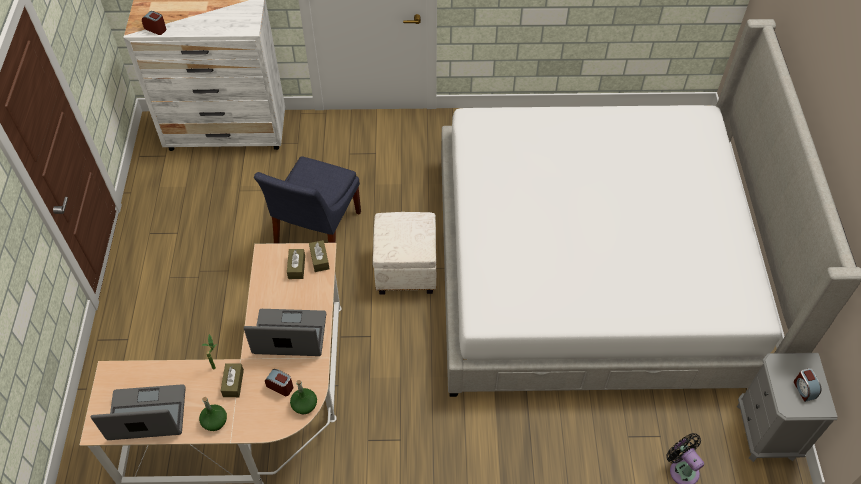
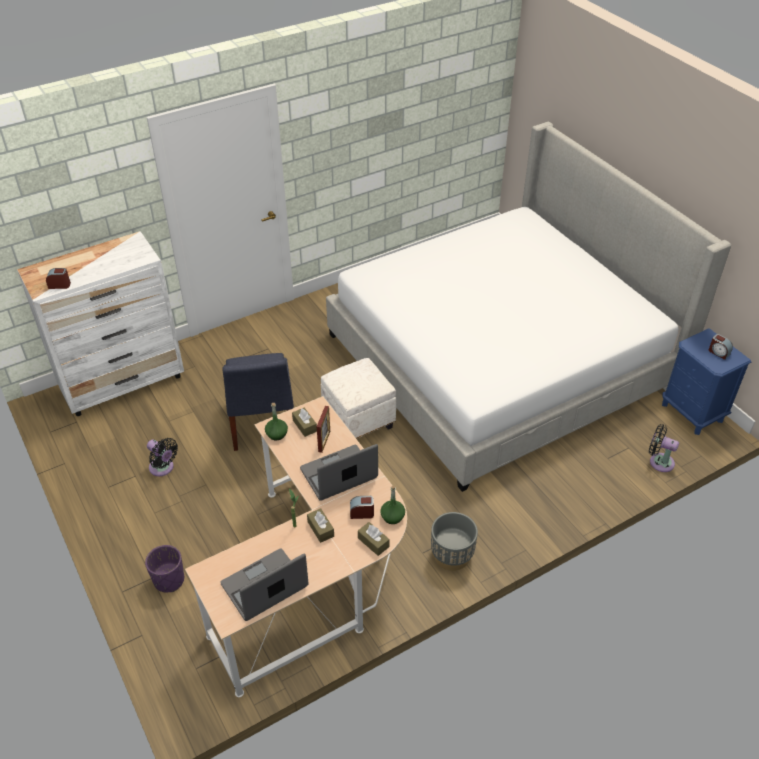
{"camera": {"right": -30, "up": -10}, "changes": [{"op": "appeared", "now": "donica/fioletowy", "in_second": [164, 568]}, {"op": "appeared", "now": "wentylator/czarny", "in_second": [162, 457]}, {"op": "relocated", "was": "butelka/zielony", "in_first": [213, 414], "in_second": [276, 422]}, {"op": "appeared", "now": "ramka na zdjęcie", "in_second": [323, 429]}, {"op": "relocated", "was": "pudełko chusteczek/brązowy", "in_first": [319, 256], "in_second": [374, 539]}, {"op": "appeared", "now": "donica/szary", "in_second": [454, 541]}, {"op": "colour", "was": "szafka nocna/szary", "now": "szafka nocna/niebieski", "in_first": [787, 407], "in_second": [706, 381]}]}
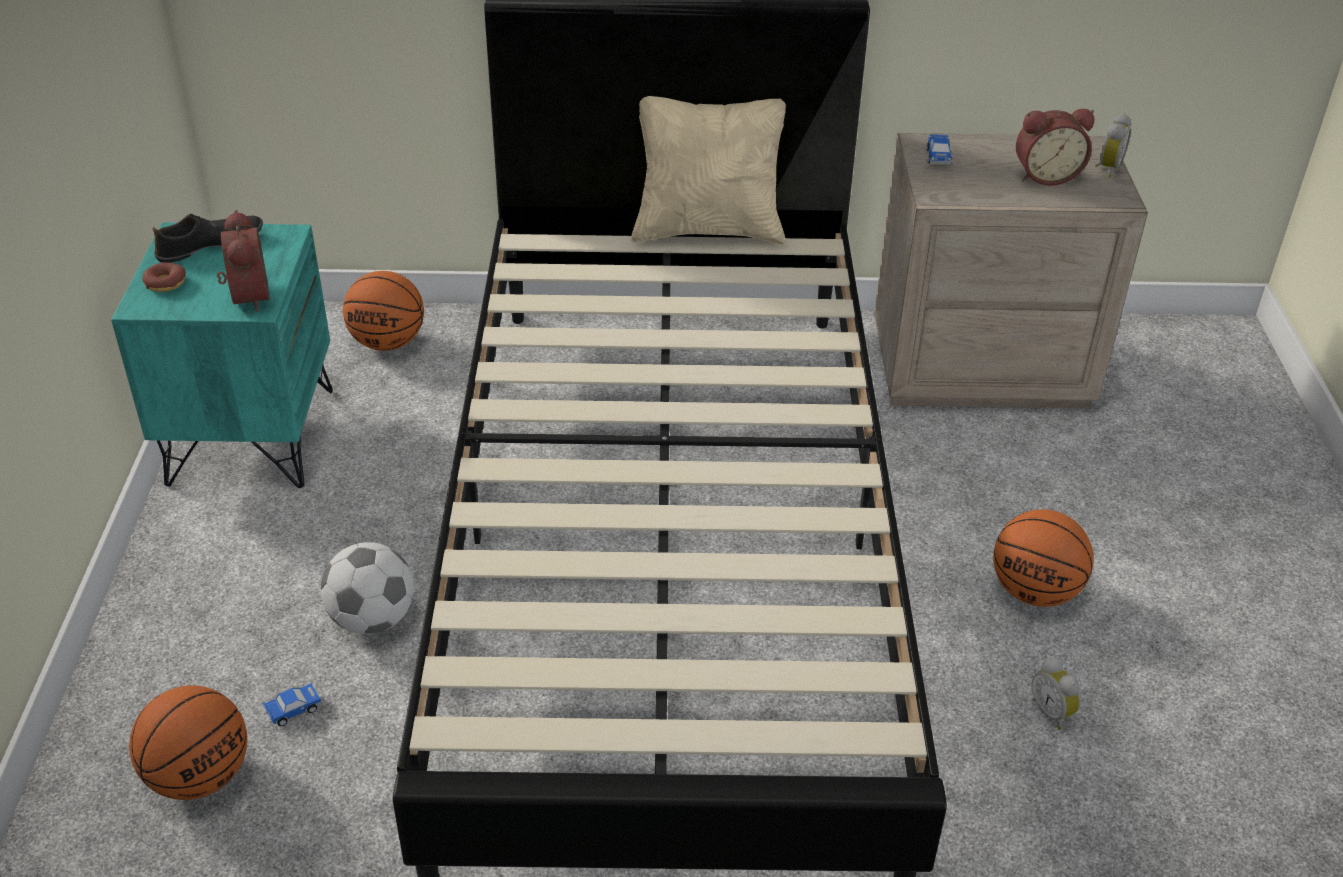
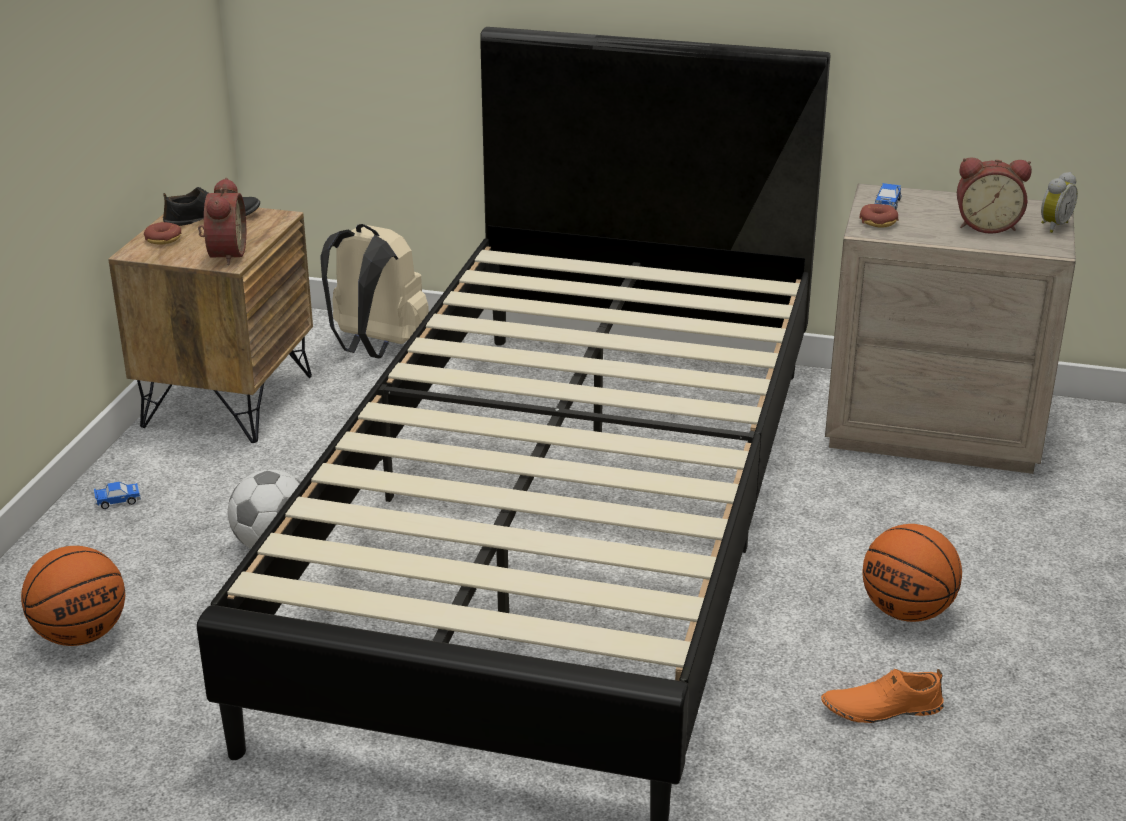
{"camera": {"right": 15, "up": -10}, "changes": [{"op": "relocated", "was": "samochodzik", "in_first": [292, 705], "in_second": [117, 495]}, {"op": "colour", "was": "szafka nocna/turkusowy", "now": "szafka nocna/brązowy", "in_first": [222, 355], "in_second": [210, 325]}, {"op": "exchanged", "was": "piłka do koszykówki", "now": "plecak/beżowy", "in_first": [383, 311], "in_second": [374, 291]}, {"op": "exchanged", "was": "budzik", "now": "but/pomarańczowy", "in_first": [1056, 694], "in_second": [882, 696]}, {"op": "appeared", "now": "donut", "in_second": [879, 216]}, {"op": "missing", "was": "poduszka/beżowy", "in_first": [708, 170]}]}
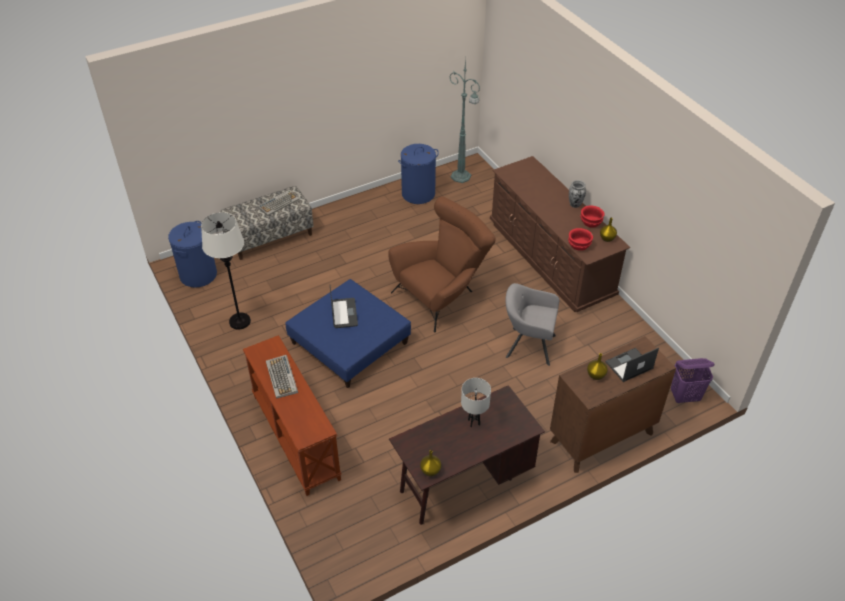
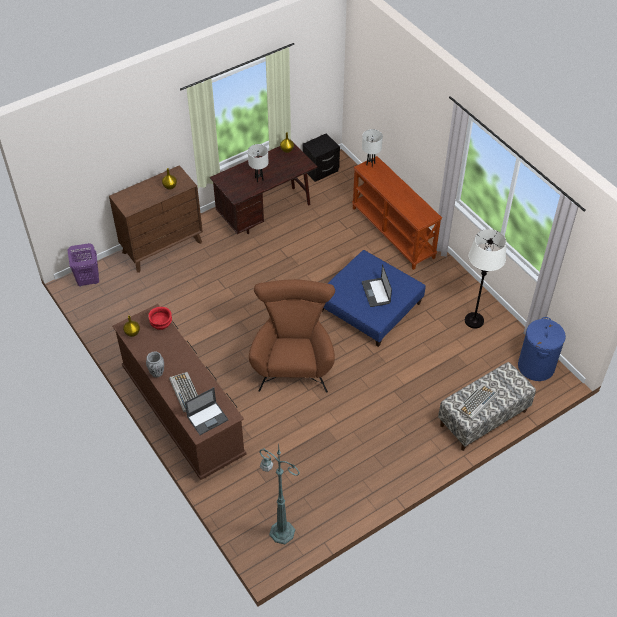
{"camera": {"right": 175, "up": 5}, "changes": [{"op": "relocated", "was": "klawiatura", "in_first": [282, 377], "in_second": [183, 392]}, {"op": "relocated", "was": "laptop", "in_first": [632, 365], "in_second": [207, 411]}, {"op": "spun", "was": "fotel/brązowy", "in_first": [441, 265], "in_second": [292, 336], "clockwise": 135}, {"op": "appeared", "now": "szafka nocna/czarny", "in_second": [321, 157]}, {"op": "appeared", "now": "lampa stołowa/biały", "in_second": [372, 148]}, {"op": "missing", "was": "kosz na pranie/niebieski", "in_first": [418, 174]}, {"op": "missing", "was": "fotel/szary", "in_first": [533, 324]}, {"op": "missing", "was": "miska/czerwony", "in_first": [592, 216]}]}
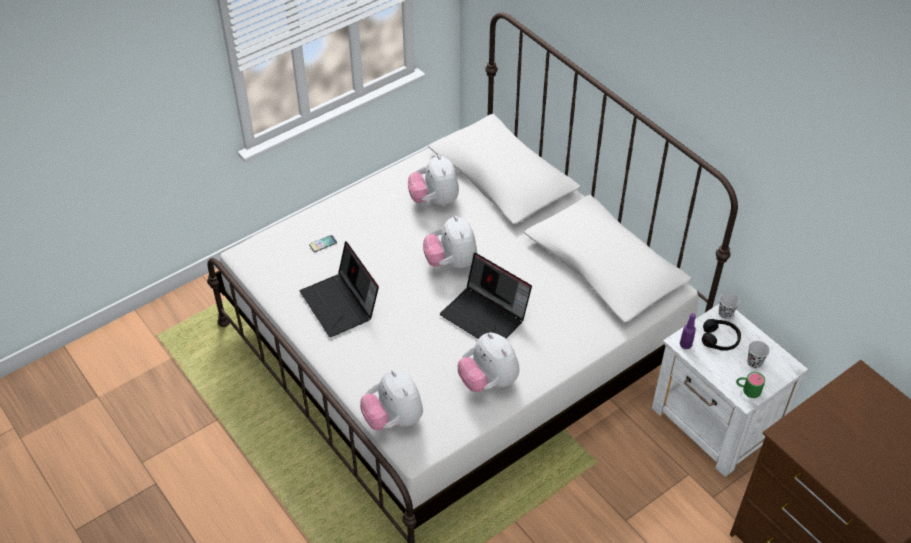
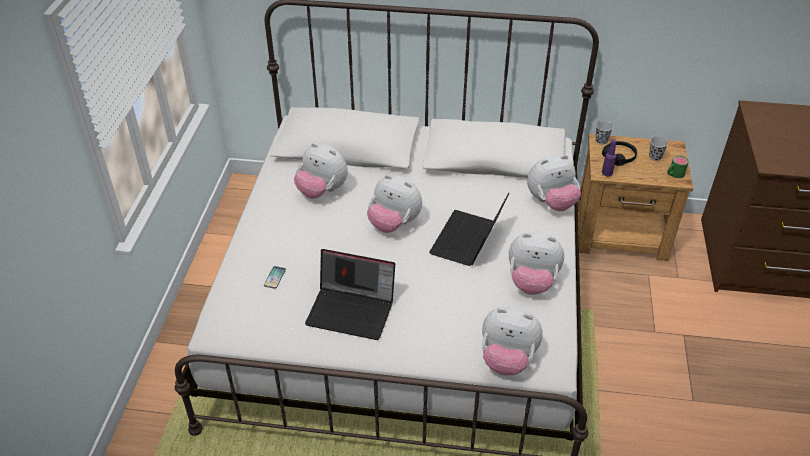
{"camera": {"right": -45, "up": -5}, "changes": [{"op": "spun", "was": "laptop", "in_first": [486, 296], "in_second": [469, 229], "clockwise": 120}, {"op": "appeared", "now": "pluszak", "in_second": [554, 183]}, {"op": "colour", "was": "szafka nocna/biały", "now": "szafka nocna/brązowy", "in_first": [730, 390], "in_second": [635, 197]}]}
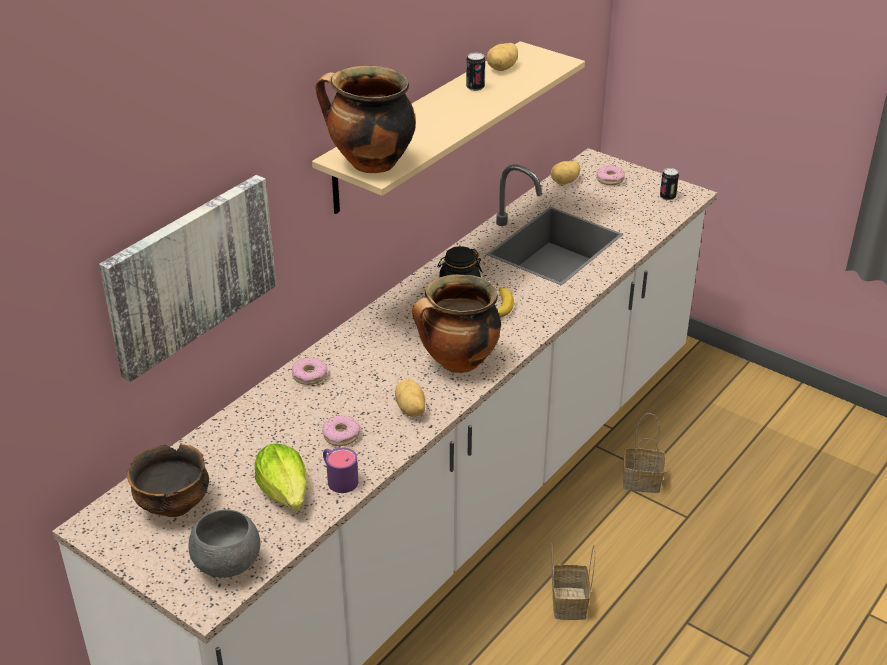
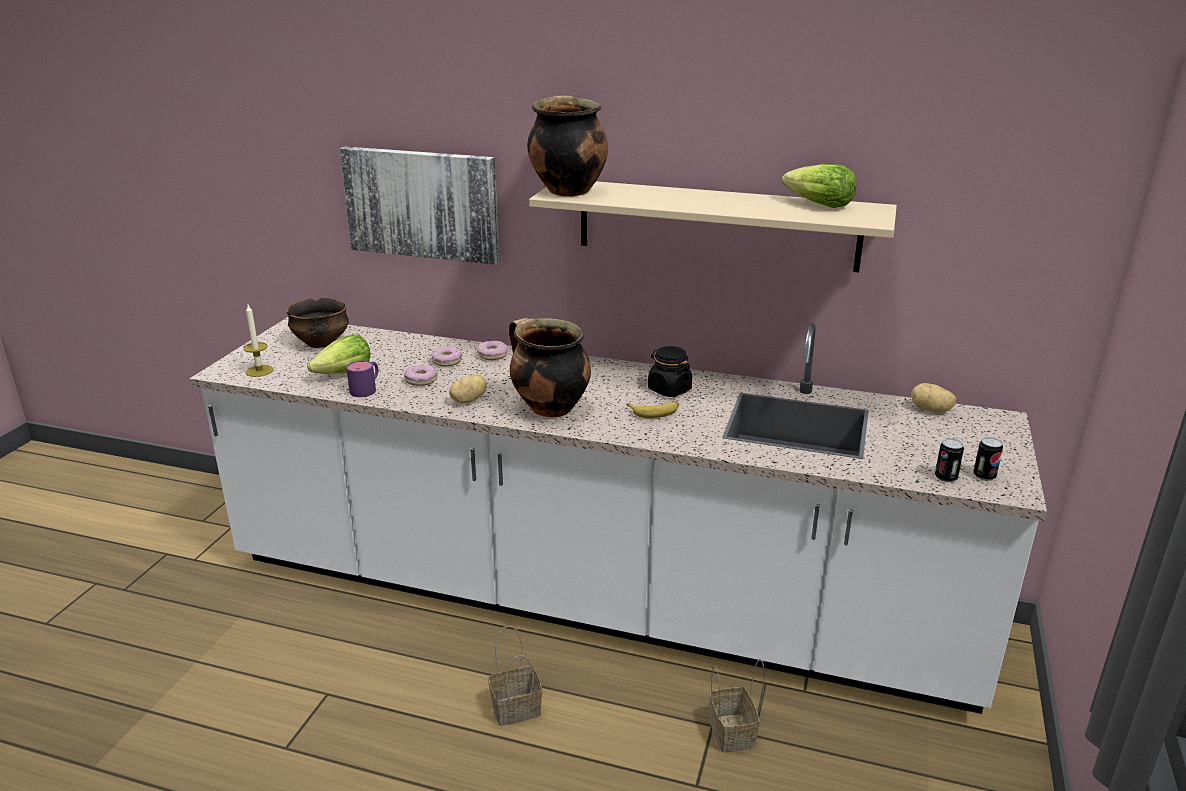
{"camera": {"right": 70, "up": -10}, "changes": [{"op": "exchanged", "was": "miska/szary", "now": "świeca", "in_first": [224, 543], "in_second": [258, 341]}, {"op": "relocated", "was": "donut", "in_first": [610, 175], "in_second": [447, 356]}, {"op": "exchanged", "was": "ziemniak", "now": "sałata", "in_first": [502, 57], "in_second": [819, 186]}, {"op": "relocated", "was": "puszka", "in_first": [475, 72], "in_second": [949, 460]}]}
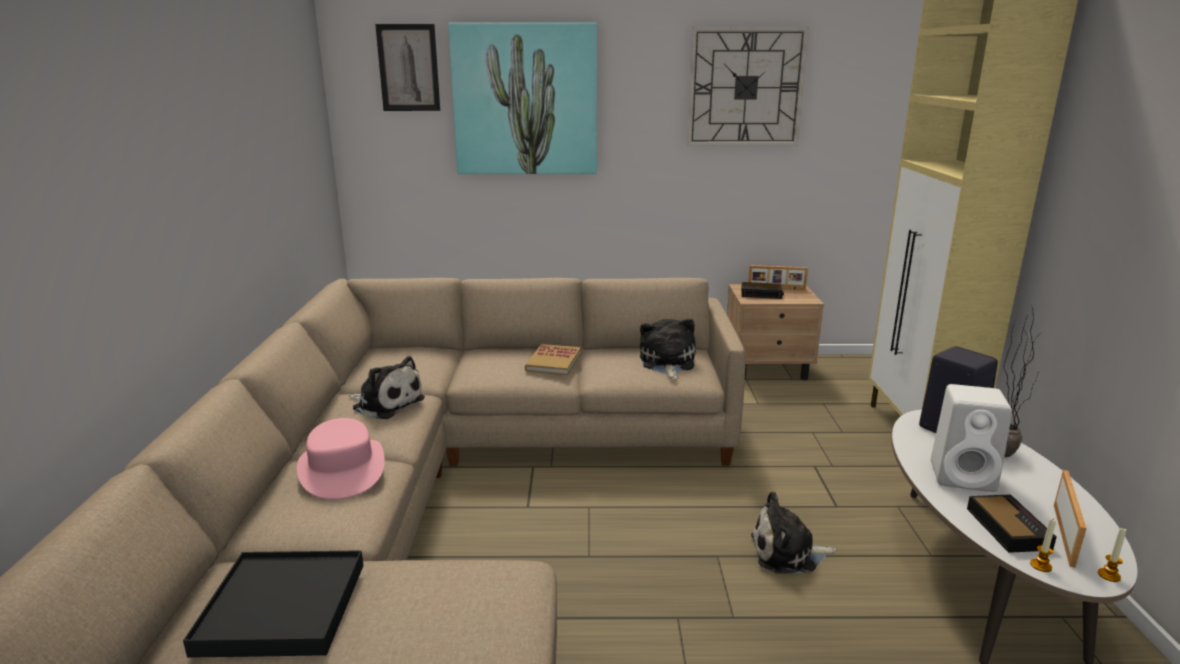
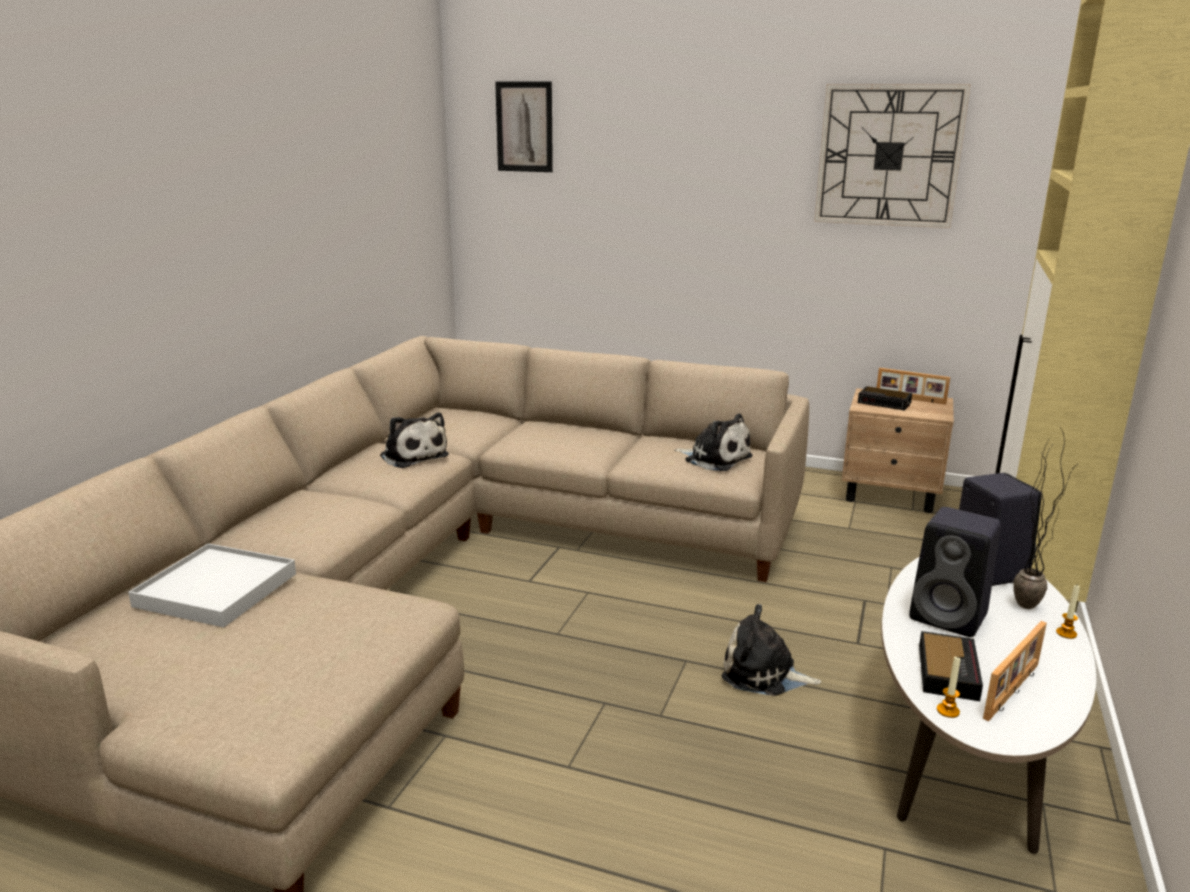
{"camera": {"right": 20, "up": 0}, "changes": [{"op": "colour", "was": "taca/czarny", "now": "taca/biały", "in_first": [273, 604], "in_second": [212, 585]}, {"op": "spun", "was": "pluszak", "in_first": [668, 348], "in_second": [713, 442], "clockwise": 105}, {"op": "colour", "was": "głośnik/biały", "now": "głośnik/czarny", "in_first": [971, 438], "in_second": [955, 572]}, {"op": "relocated", "was": "świeca", "in_first": [1112, 554], "in_second": [1068, 612]}, {"op": "missing", "was": "kapelusz/różowy", "in_first": [341, 459]}, {"op": "missing", "was": "obraz", "in_first": [522, 98]}, {"op": "missing", "was": "książka", "in_first": [553, 359]}]}
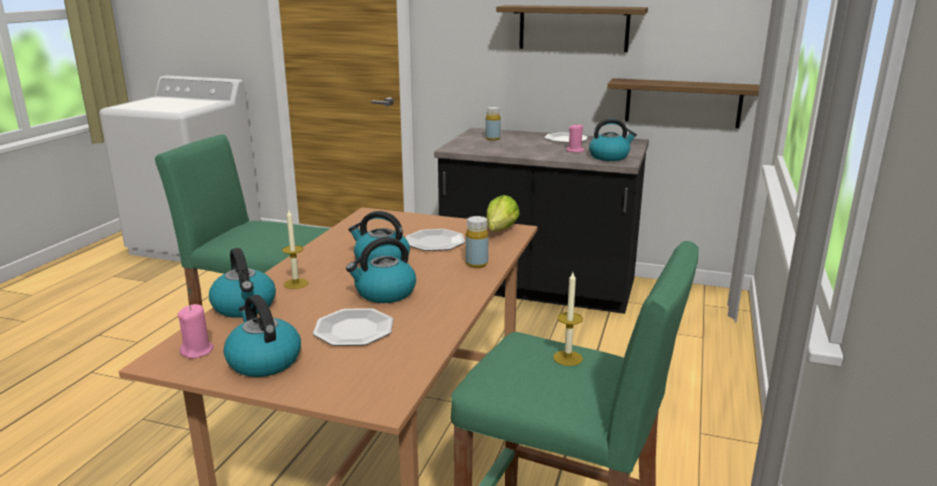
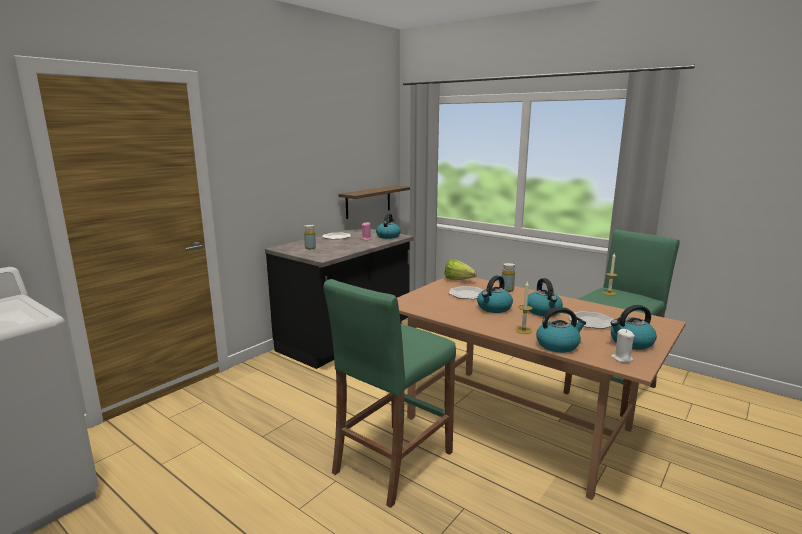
{"camera": {"right": -70, "up": -5}, "changes": [{"op": "colour", "was": "świeca/różowy", "now": "świeca/biały", "in_first": [196, 331], "in_second": [623, 346]}, {"op": "missing", "was": "półka", "in_first": [572, 28]}]}
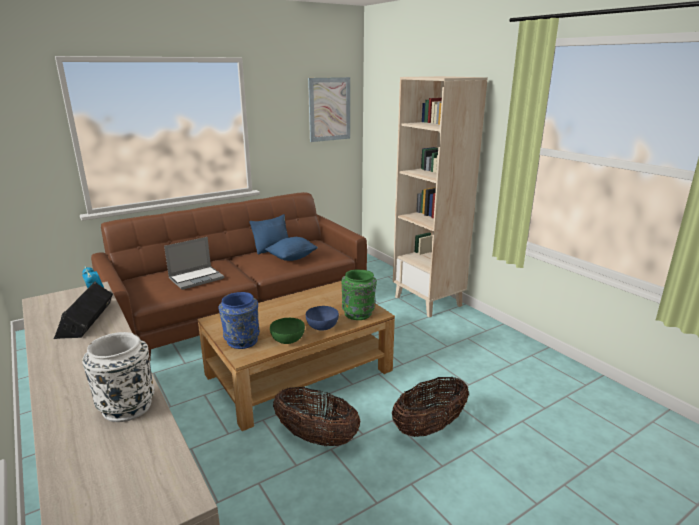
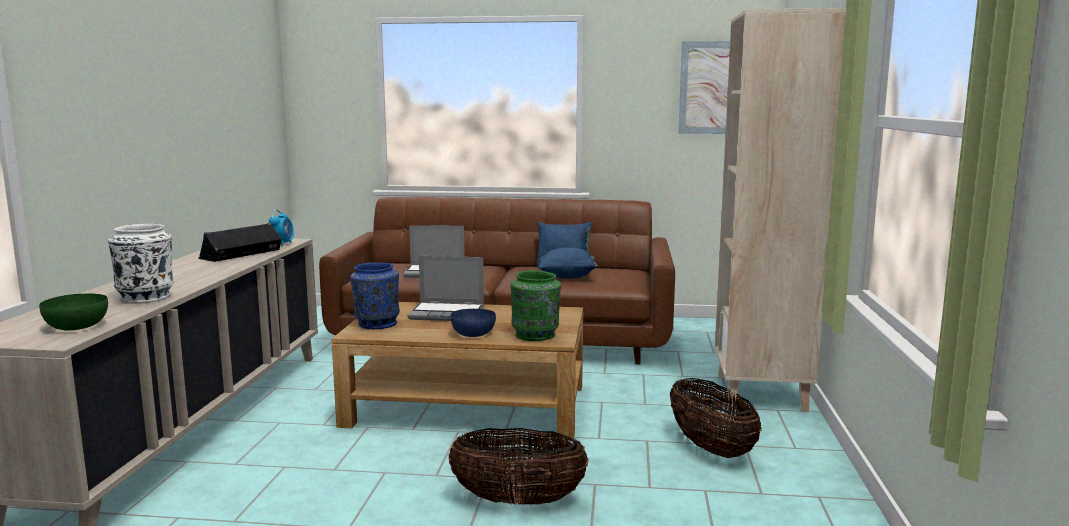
{"camera": {"right": 40, "up": -10}, "changes": [{"op": "relocated", "was": "miska/zielony", "in_first": [287, 331], "in_second": [73, 312]}, {"op": "appeared", "now": "laptop", "in_second": [445, 288]}, {"op": "relocated", "was": "koszyk", "in_first": [317, 416], "in_second": [716, 418]}]}
